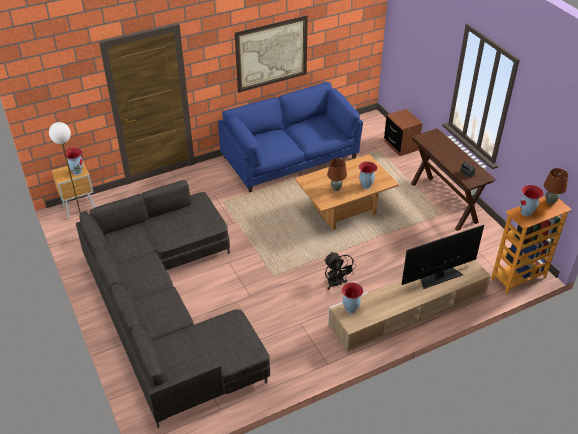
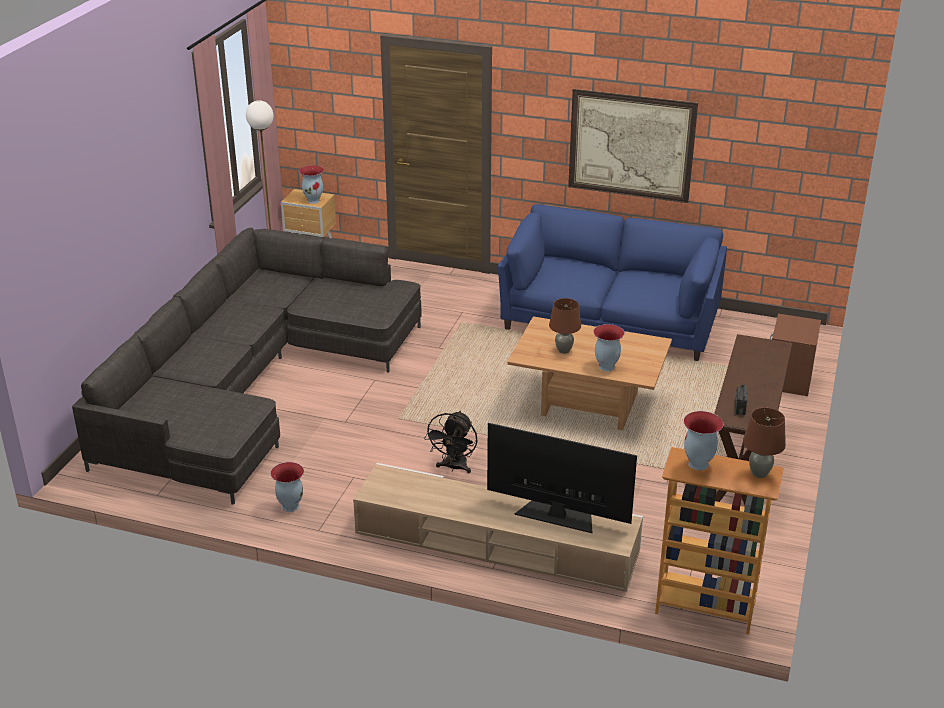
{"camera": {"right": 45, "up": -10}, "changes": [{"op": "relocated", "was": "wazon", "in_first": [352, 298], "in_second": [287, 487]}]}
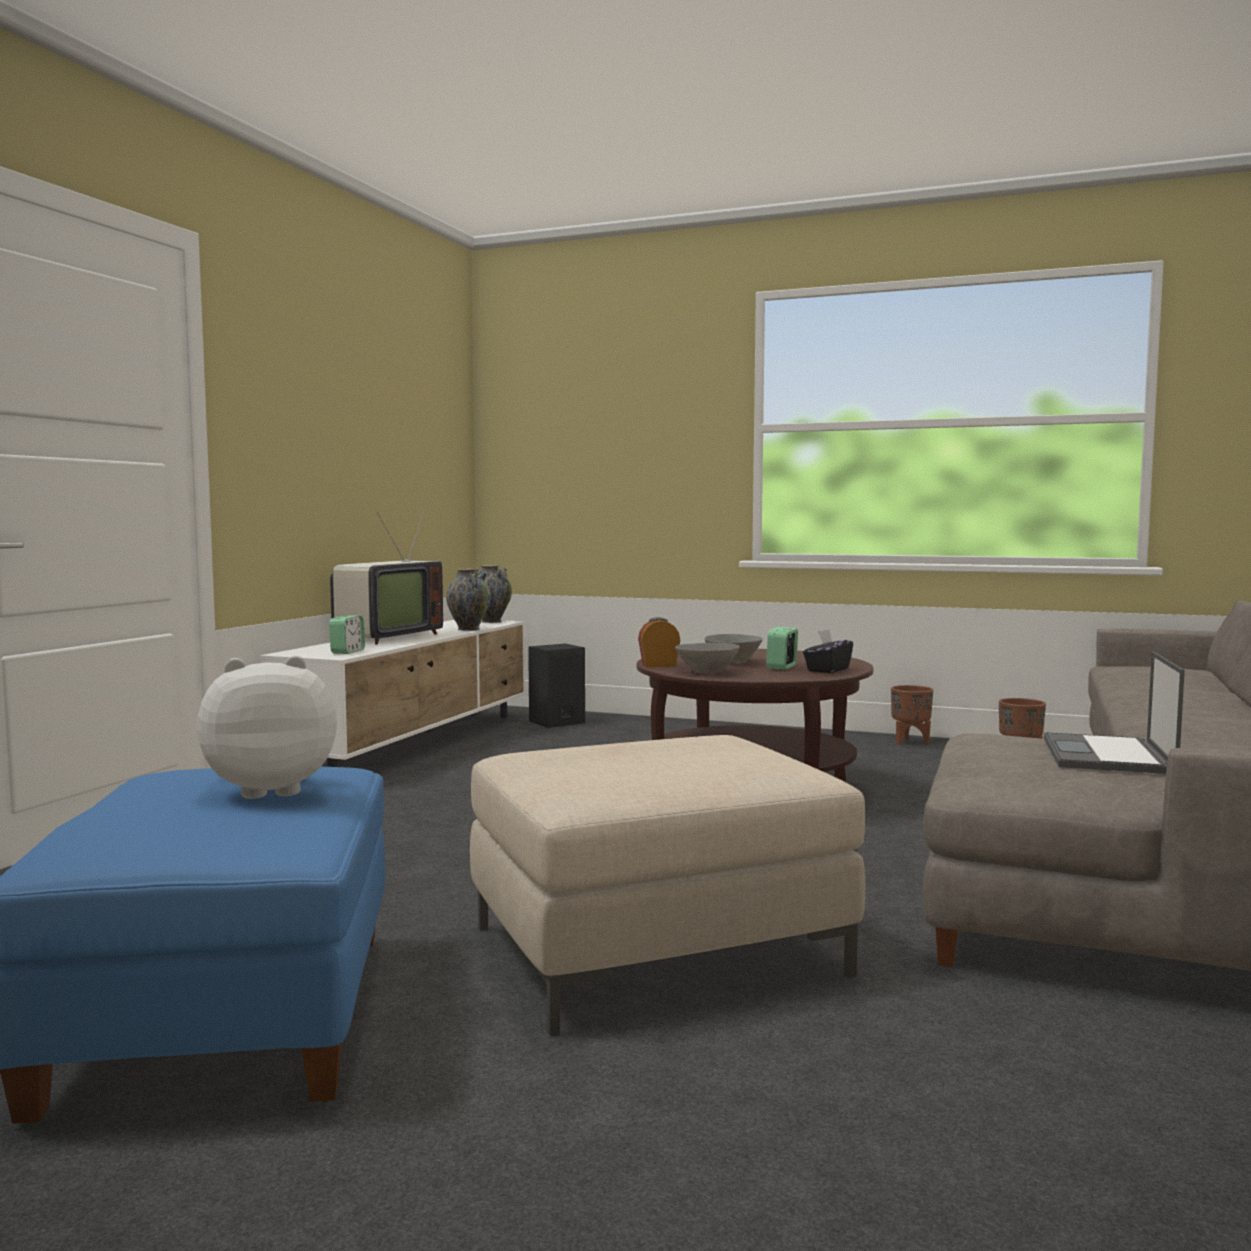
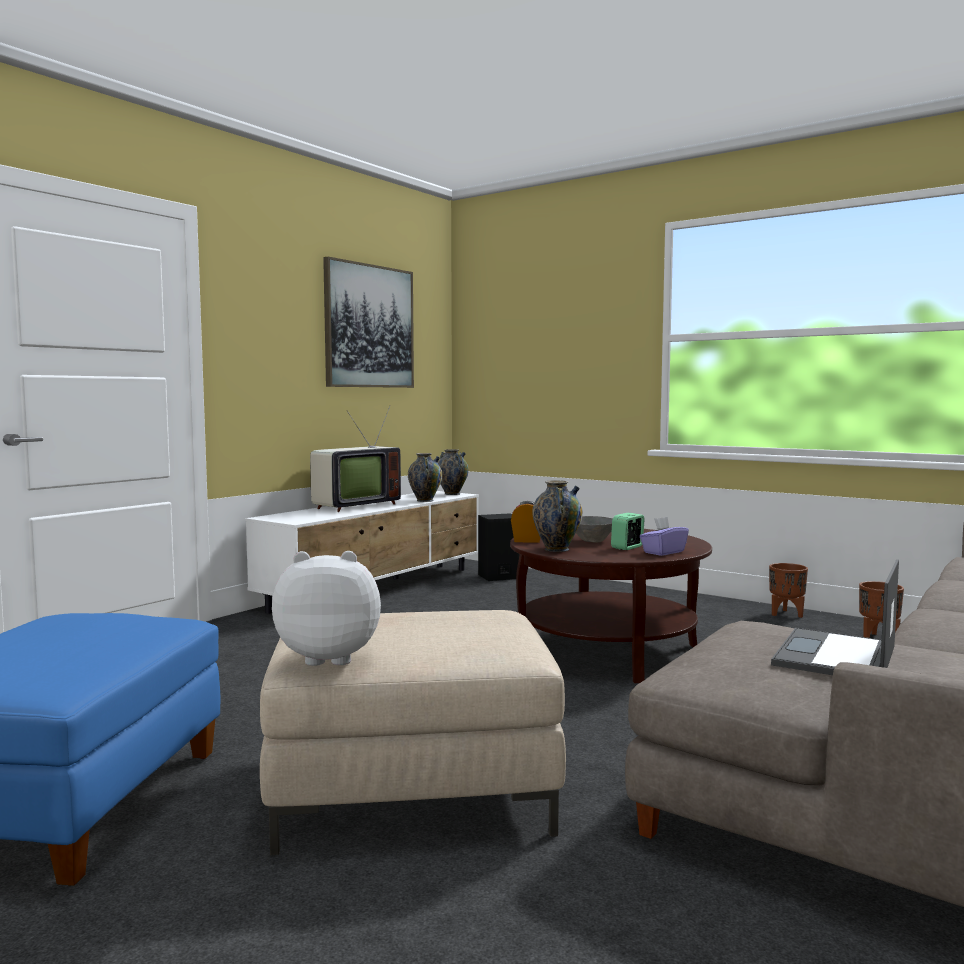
{"camera": {"right": 15, "up": 0}, "changes": [{"op": "relocated", "was": "pluszak", "in_first": [267, 727], "in_second": [326, 608]}, {"op": "appeared", "now": "obraz", "in_second": [368, 322]}, {"op": "exchanged", "was": "miska/szary", "now": "wazon", "in_first": [707, 658], "in_second": [557, 516]}, {"op": "colour", "was": "pudełko chusteczek/czarny", "now": "pudełko chusteczek/fioletowy", "in_first": [828, 651], "in_second": [664, 536]}, {"op": "missing", "was": "budzik", "in_first": [347, 634]}]}
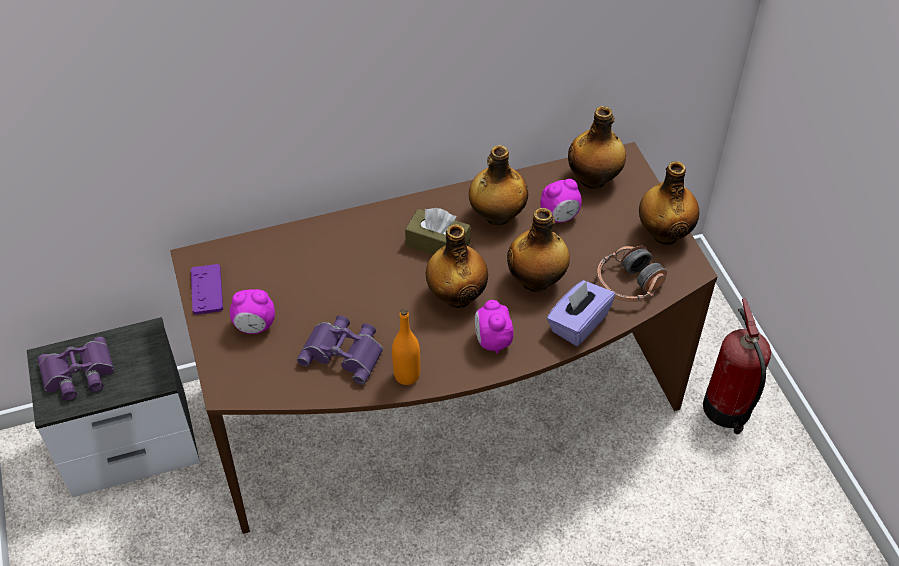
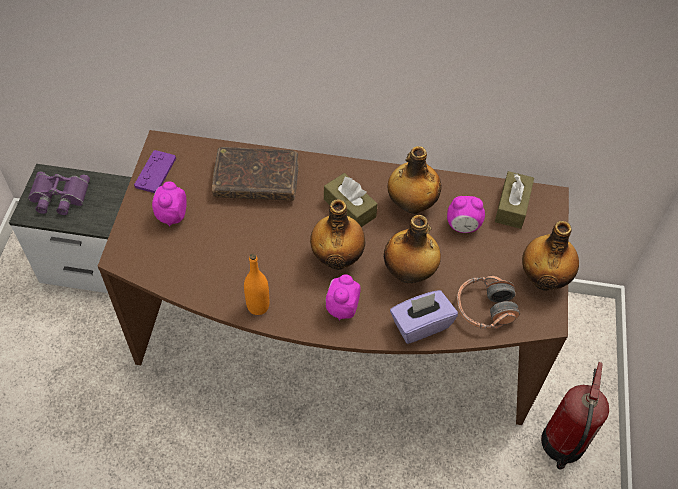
{"camera": {"right": 25, "up": 5}, "changes": [{"op": "spun", "was": "budzik", "in_first": [252, 311], "in_second": [169, 204], "clockwise": 75}, {"op": "appeared", "now": "książka/brązowy", "in_second": [255, 174]}, {"op": "exchanged", "was": "butelka", "now": "pudełko chusteczek/brązowy", "in_first": [597, 147], "in_second": [514, 200]}, {"op": "missing", "was": "lornetka/fioletowy", "in_first": [340, 350]}]}
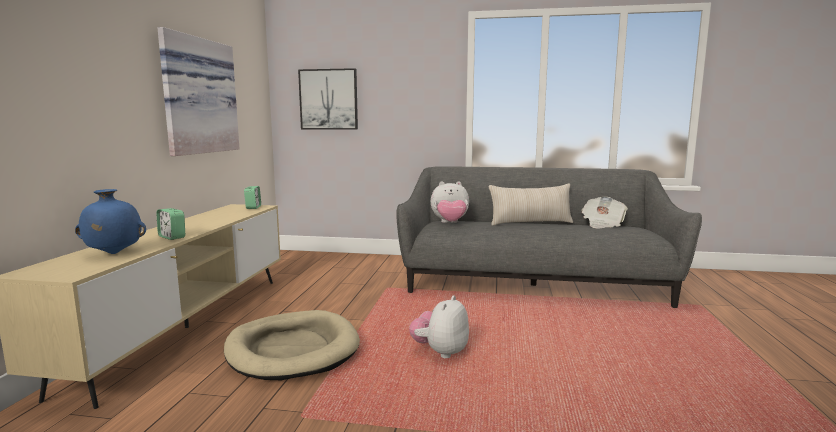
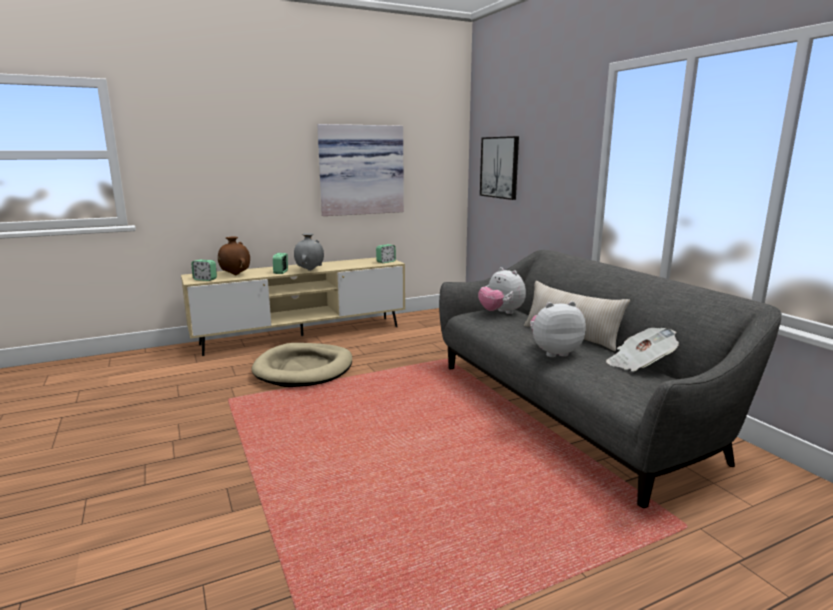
{"camera": {"right": 55, "up": 5}, "changes": [{"op": "appeared", "now": "budzik", "in_second": [204, 270]}, {"op": "colour", "was": "wazon/niebieski", "now": "wazon/brązowy", "in_first": [110, 221], "in_second": [234, 256]}, {"op": "appeared", "now": "wazon/szary", "in_second": [309, 252]}, {"op": "relocated", "was": "pluszak", "in_first": [439, 326], "in_second": [558, 329]}]}
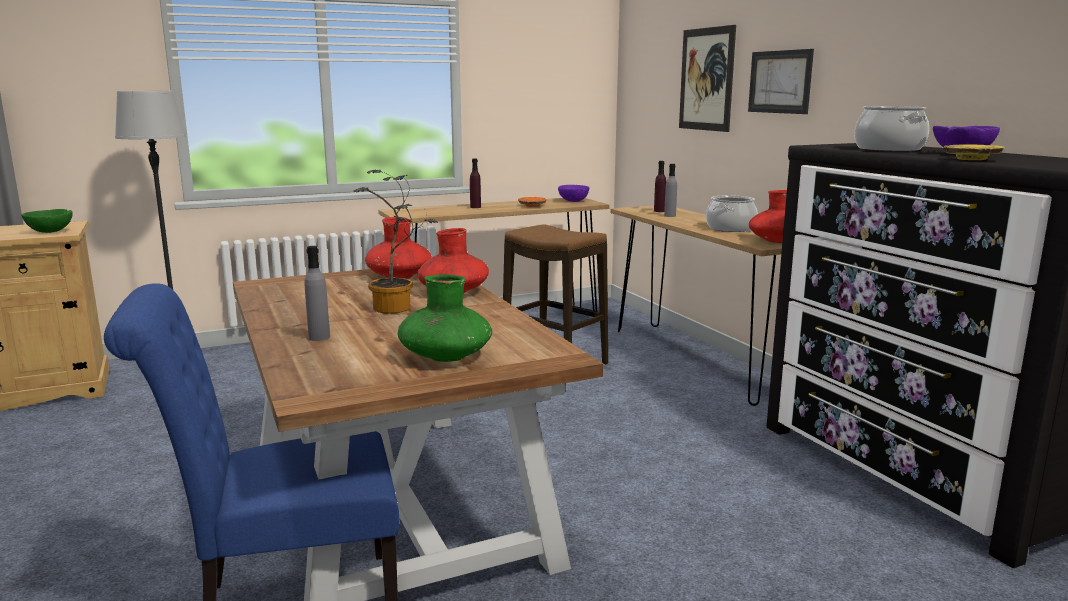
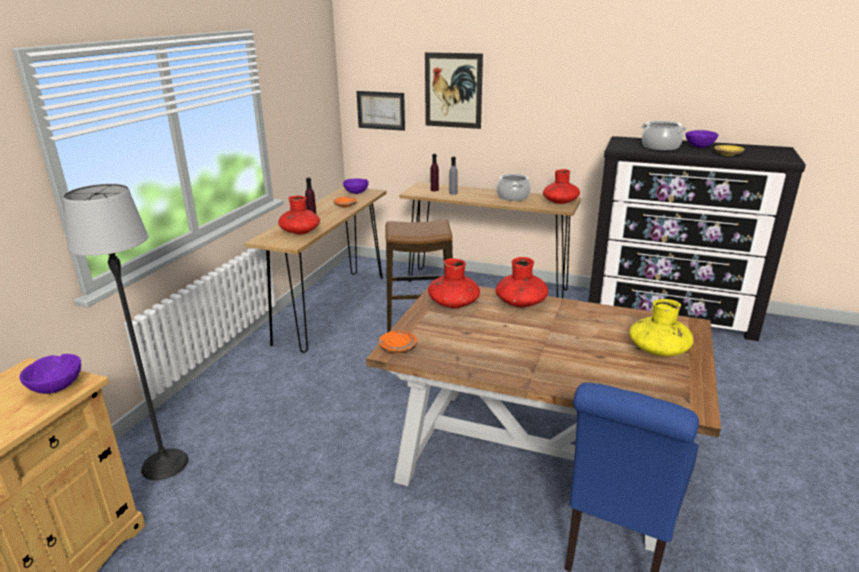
{"camera": {"right": -45, "up": 10}, "changes": [{"op": "colour", "was": "miska/zielony", "now": "miska/fioletowy", "in_first": [47, 221], "in_second": [50, 374]}, {"op": "appeared", "now": "wazon/czerwony", "in_second": [299, 215]}, {"op": "relocated", "was": "obraz", "in_first": [781, 81], "in_second": [381, 111]}, {"op": "appeared", "now": "talerz/pomarańczowy", "in_second": [398, 342]}, {"op": "colour", "was": "wazon/zielony", "now": "wazon/żółty", "in_first": [445, 318], "in_second": [661, 327]}, {"op": "missing", "was": "butelka/szary", "in_first": [317, 293]}, {"op": "missing", "was": "roślina doniczkowa", "in_first": [396, 242]}]}
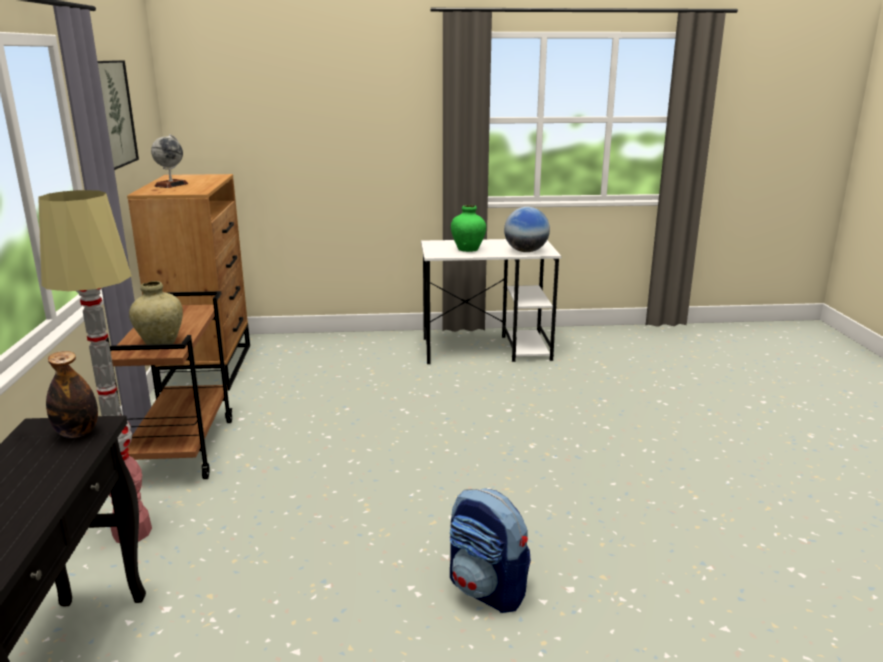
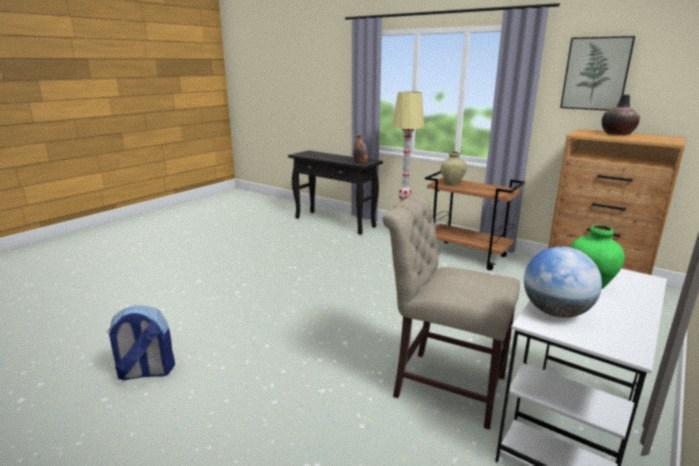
{"camera": {"right": 130, "up": 0}, "changes": [{"op": "relocated", "was": "plecak", "in_first": [490, 550], "in_second": [141, 342]}, {"op": "appeared", "now": "krzesło/beżowy", "in_second": [451, 311]}, {"op": "exchanged", "was": "globus", "now": "wazon", "in_first": [169, 161], "in_second": [621, 114]}]}
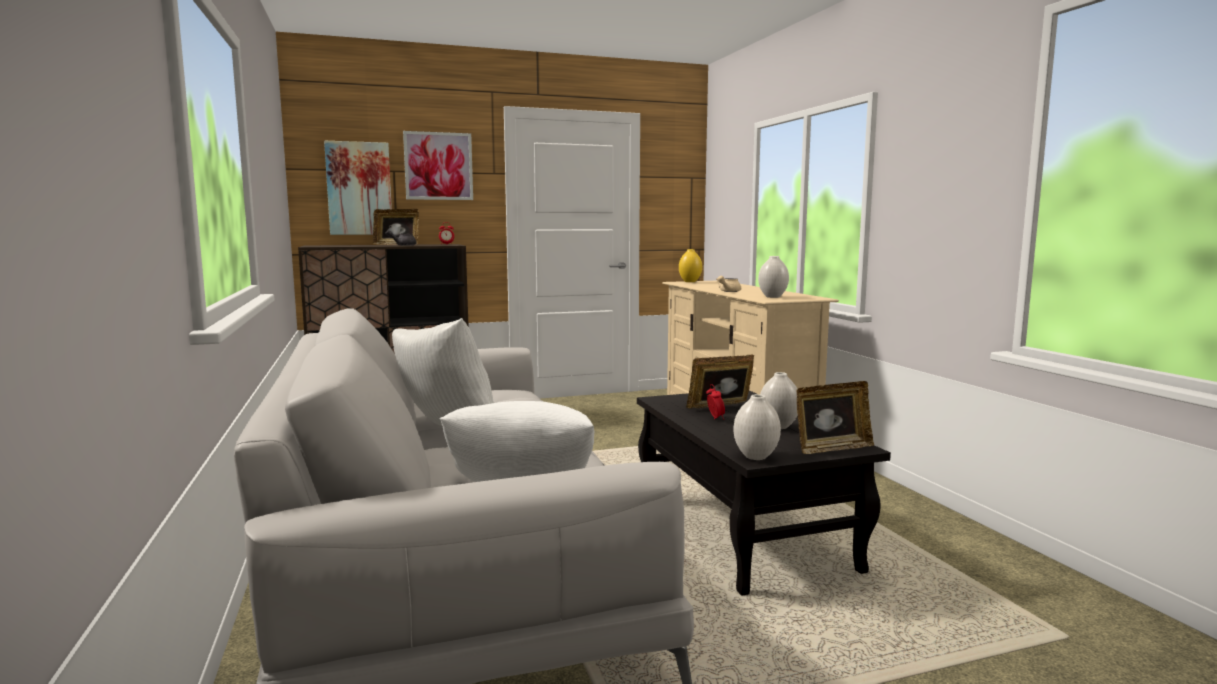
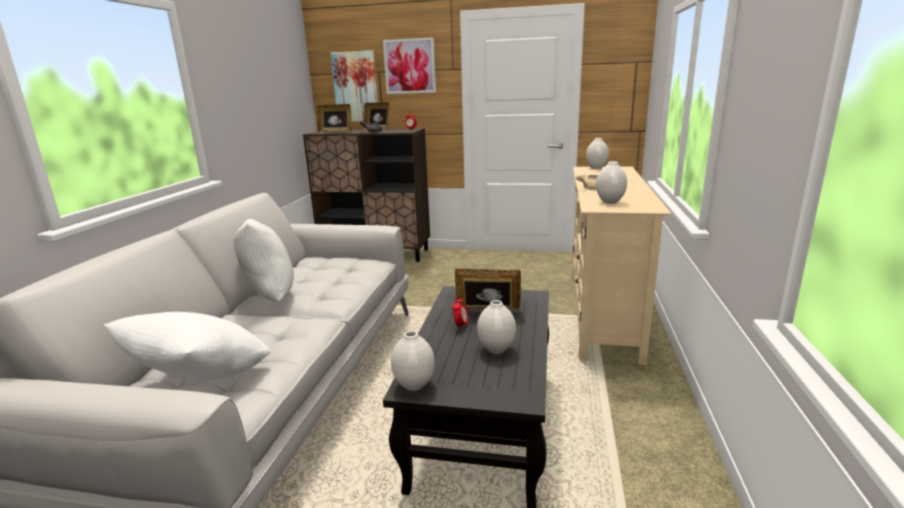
{"camera": {"right": 30, "up": 10}, "changes": [{"op": "relocated", "was": "ramka na zdjęcie", "in_first": [835, 417], "in_second": [334, 118]}, {"op": "colour", "was": "wazon/żółty", "now": "wazon/biały", "in_first": [690, 265], "in_second": [597, 153]}]}
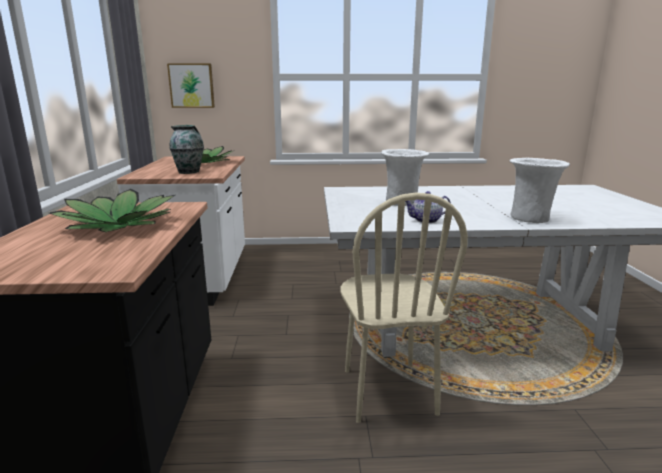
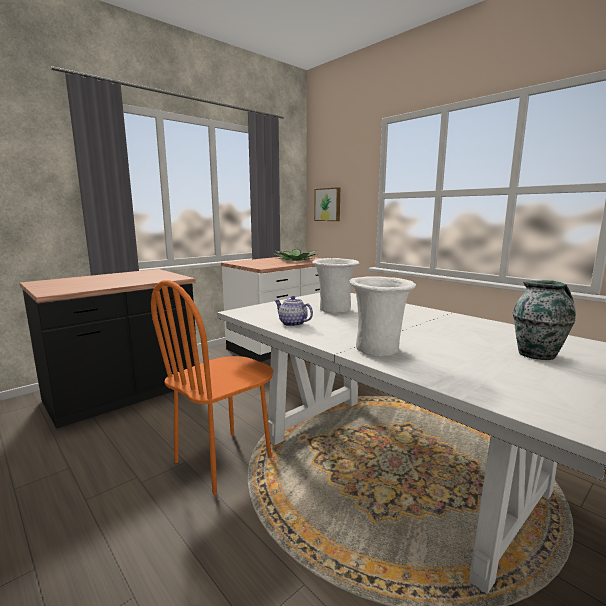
{"camera": {"right": 50, "up": -5}, "changes": [{"op": "colour", "was": "krzesło/beżowy", "now": "krzesło/pomarańczowy", "in_first": [404, 307], "in_second": [212, 387]}, {"op": "relocated", "was": "wazon", "in_first": [186, 149], "in_second": [544, 320]}, {"op": "missing", "was": "roślina doniczkowa", "in_first": [112, 210]}]}
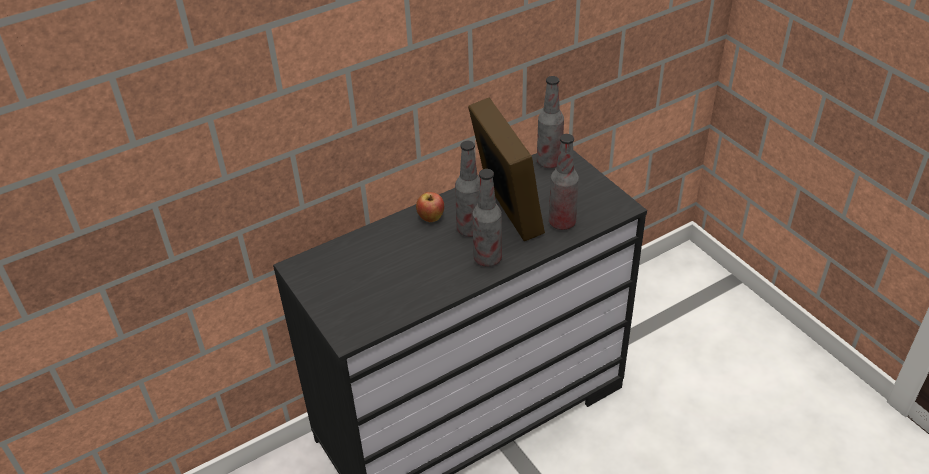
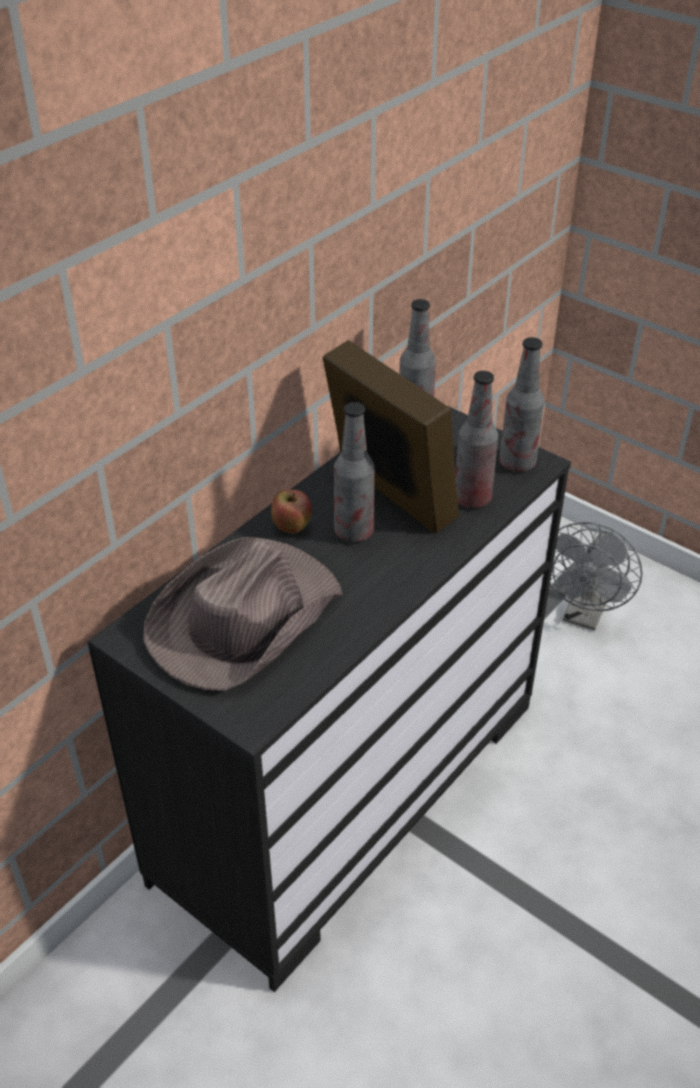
{"camera": {"right": -20, "up": 0}, "changes": [{"op": "appeared", "now": "kapelusz/brązowy", "in_second": [243, 614]}, {"op": "relocated", "was": "butelka", "in_first": [487, 218], "in_second": [522, 404]}, {"op": "appeared", "now": "wentylator/szary", "in_second": [596, 576]}]}
